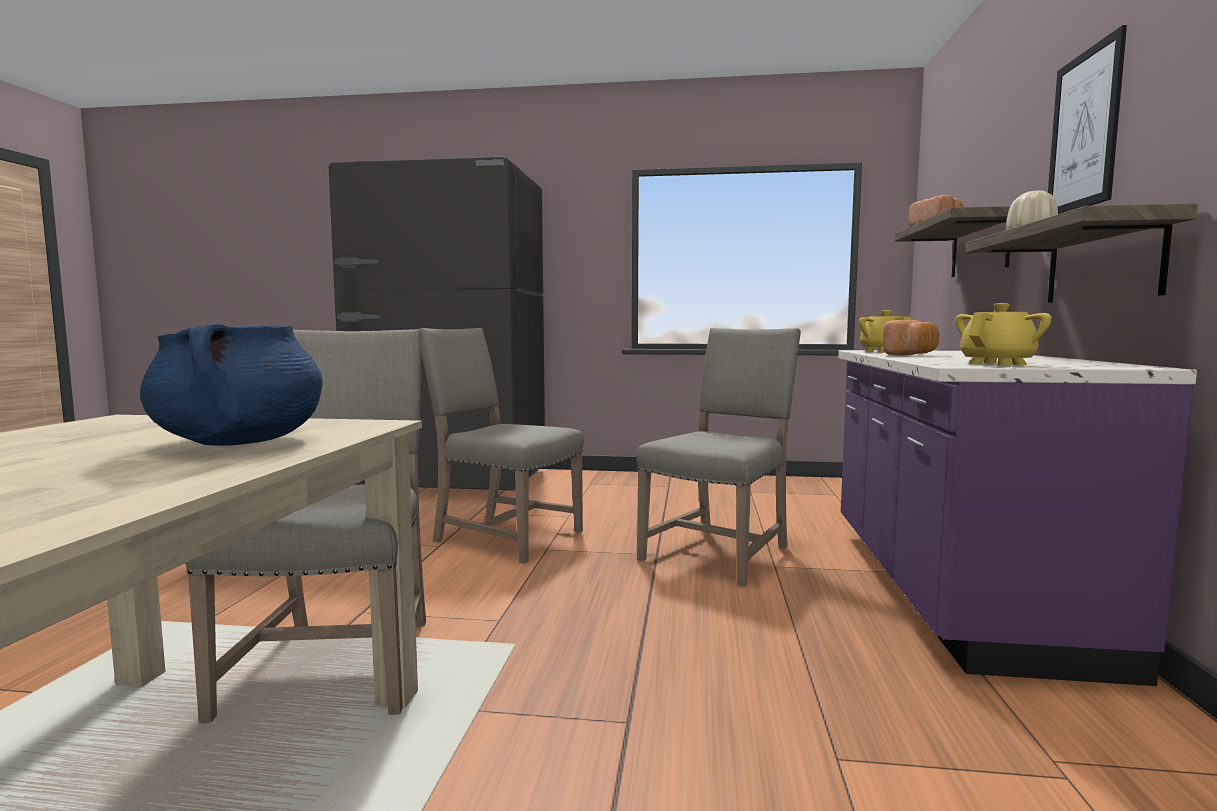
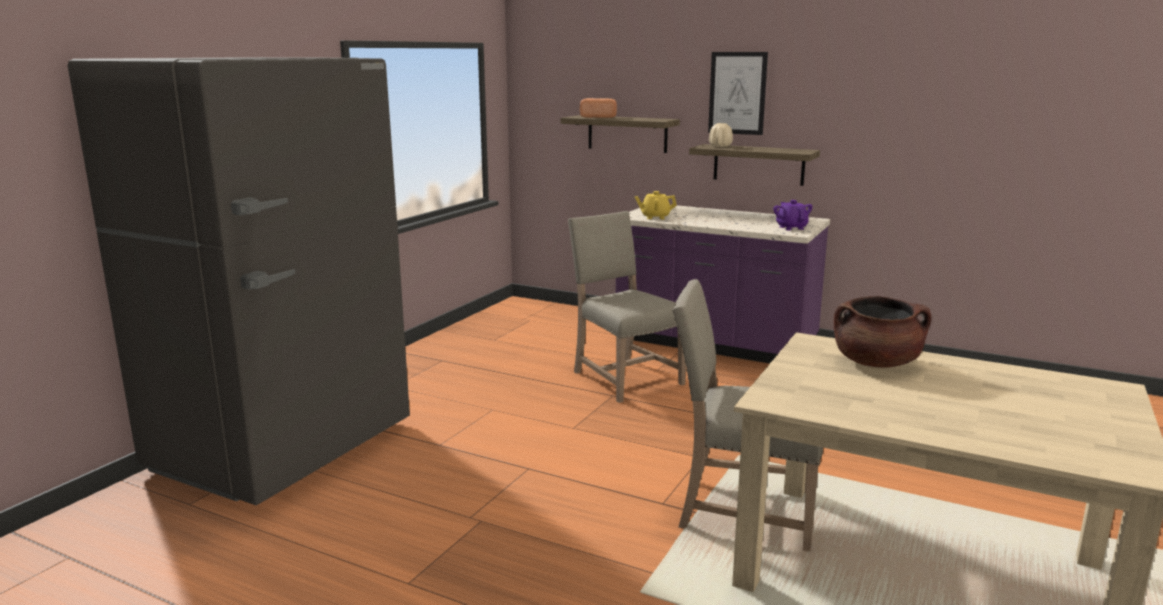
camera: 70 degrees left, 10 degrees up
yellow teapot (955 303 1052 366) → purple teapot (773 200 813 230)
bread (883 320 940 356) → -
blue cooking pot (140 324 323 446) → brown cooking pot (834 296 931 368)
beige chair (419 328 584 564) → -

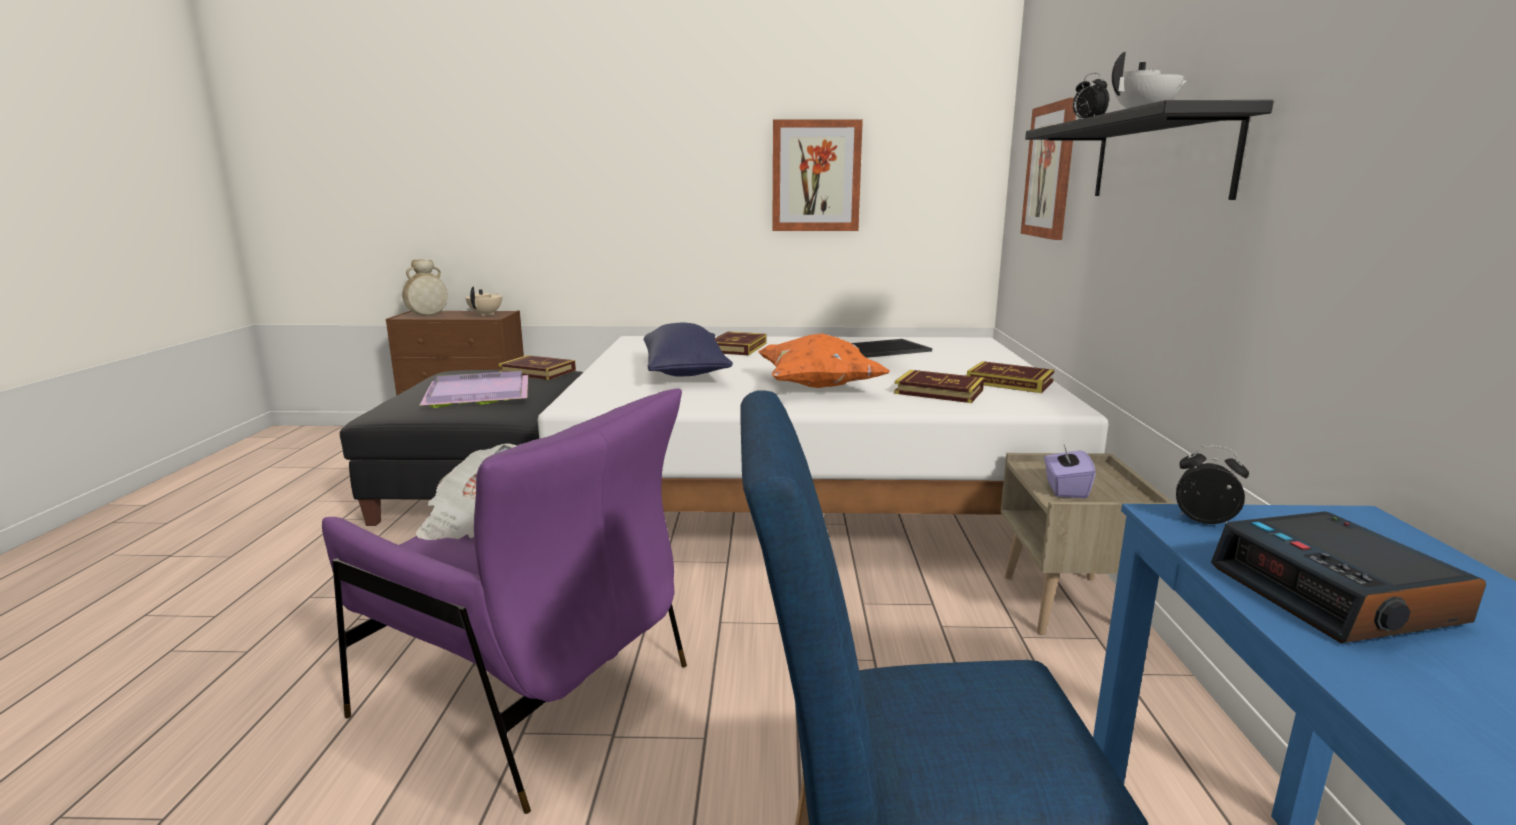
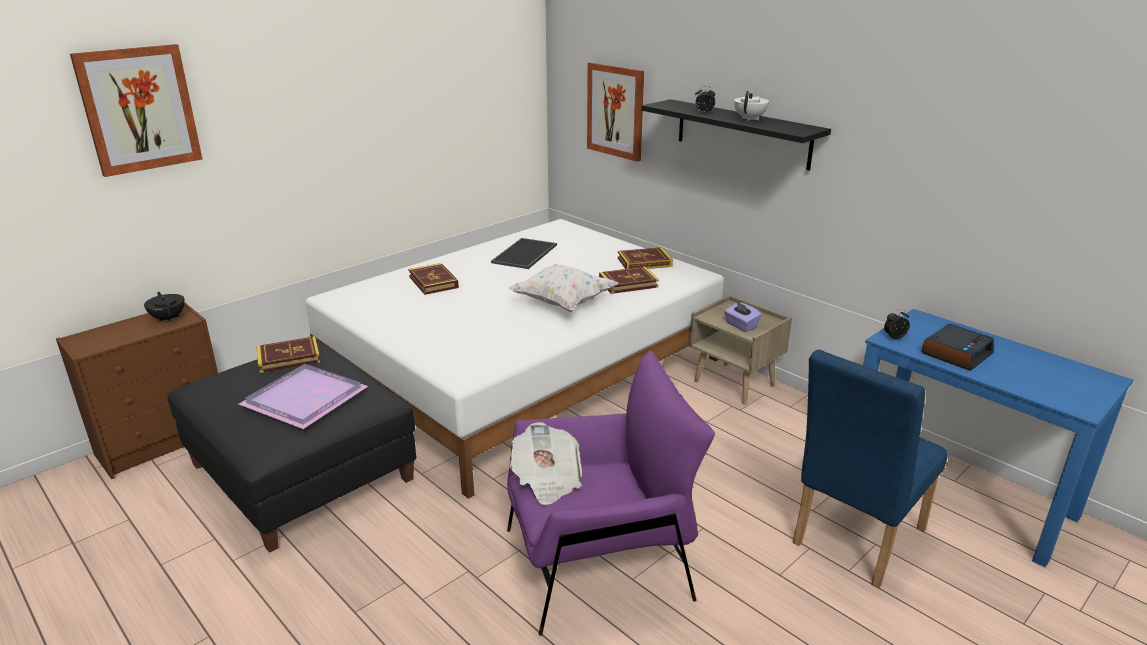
camera: 45 degrees left, 10 degrees up
picture (772 119 863 231) → picture (70 44 202 177), move
beige vase (402 259 448 316) → -
beige teapot (466 287 502 316) → black teapot (144 292 185 322)
blue pillow (644 323 733 376) → -
orange pillow (758 333 890 388) → white pillow (508 264 619 312)
alarm clock (1211 511 1486 643) → alarm clock (922 324 994 371), 75 degrees counterclockwise

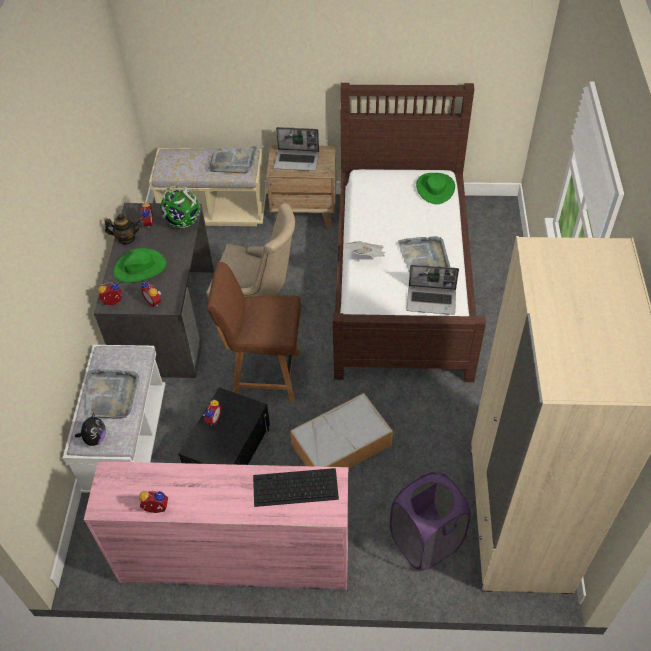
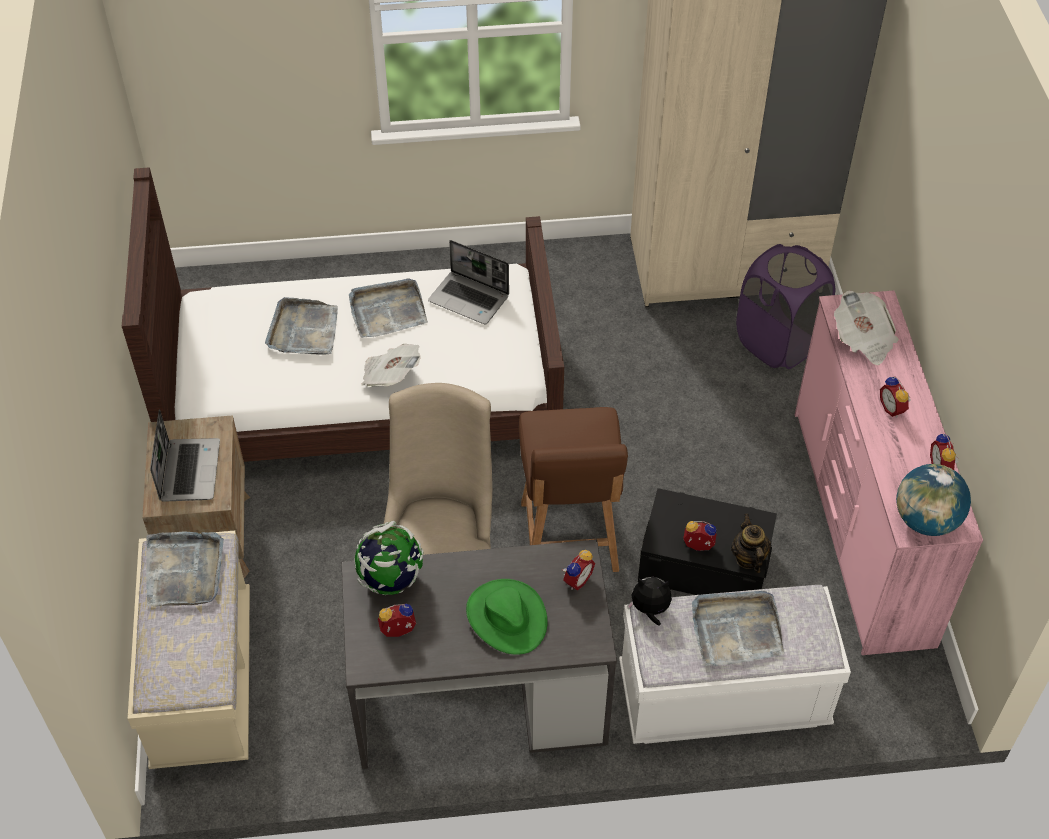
camera: 100 degrees left, 0 degrees up
green hat (416 173 455 204) → -
teapot (105 214 141 245) → teapot (731 514 771 573), move
laptop (407 265 459 315) → laptop (428 240 509 325), 120 degrees clockwise
alarm clock (98 283 122 305) → alarm clock (880 376 910 417), move
storage box (290 393 393 468) → -
plush toy (75 413 106 446) → plush toy (627 577 672 626), move
keyboard (253 468 339 507) → newspaper (834 290 899 365)
- → grey tray (265 297 338 355)
- → globe (896 464 971 536)

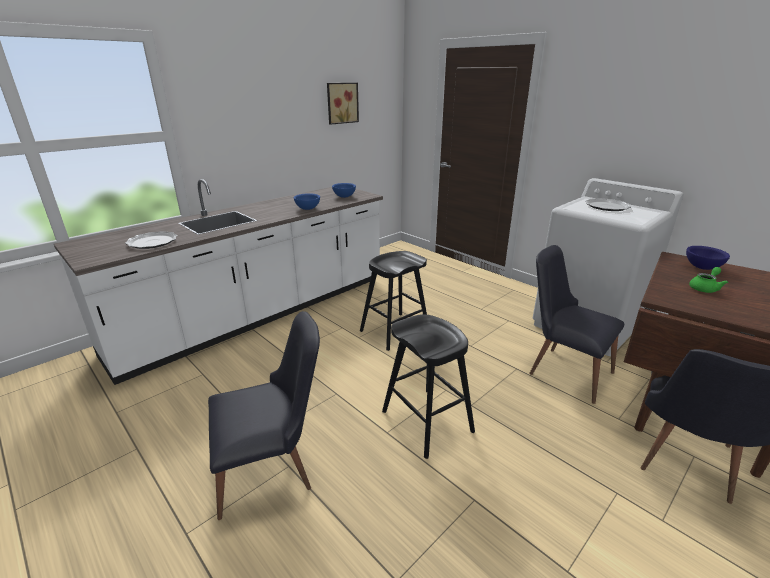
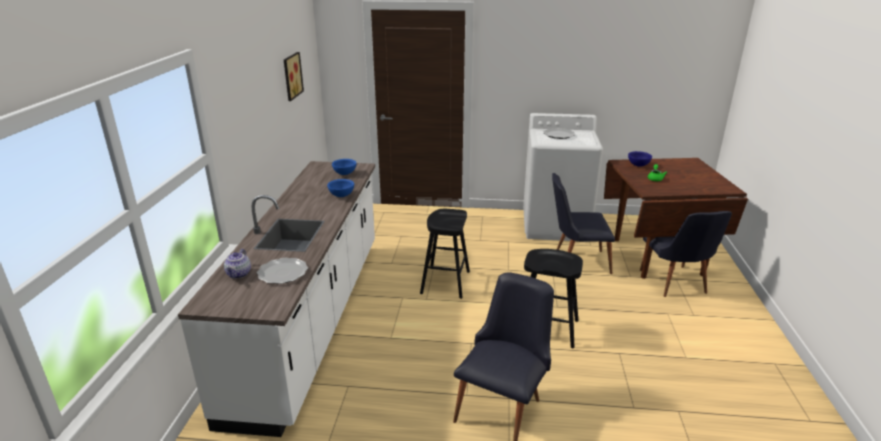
camera: 40 degrees left, 0 degrees up
- → teapot (224 249 251 279)

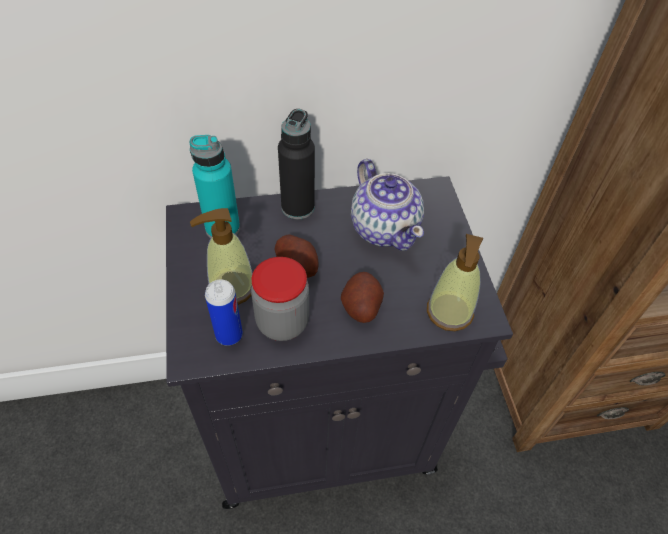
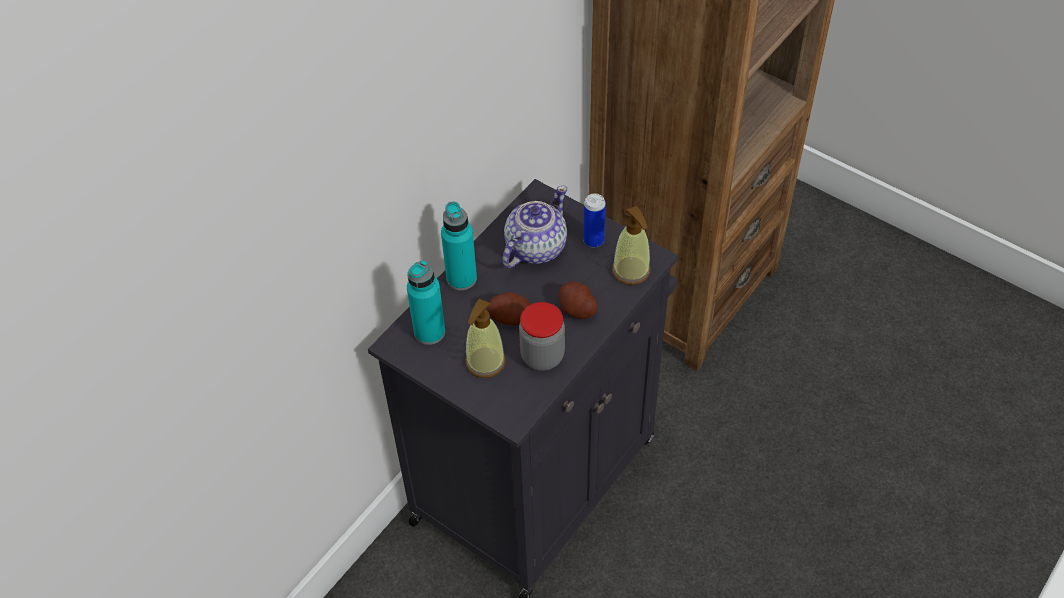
camera: 40 degrees left, 0 degrees up
black bottle (278 109 315 219) → turquoise bottle (441 202 477 290)
teapot (351 159 424 251) → teapot (502 186 567 268), 75 degrees counterclockwise
can (205 279 243 346) → can (583 193 606 248), move

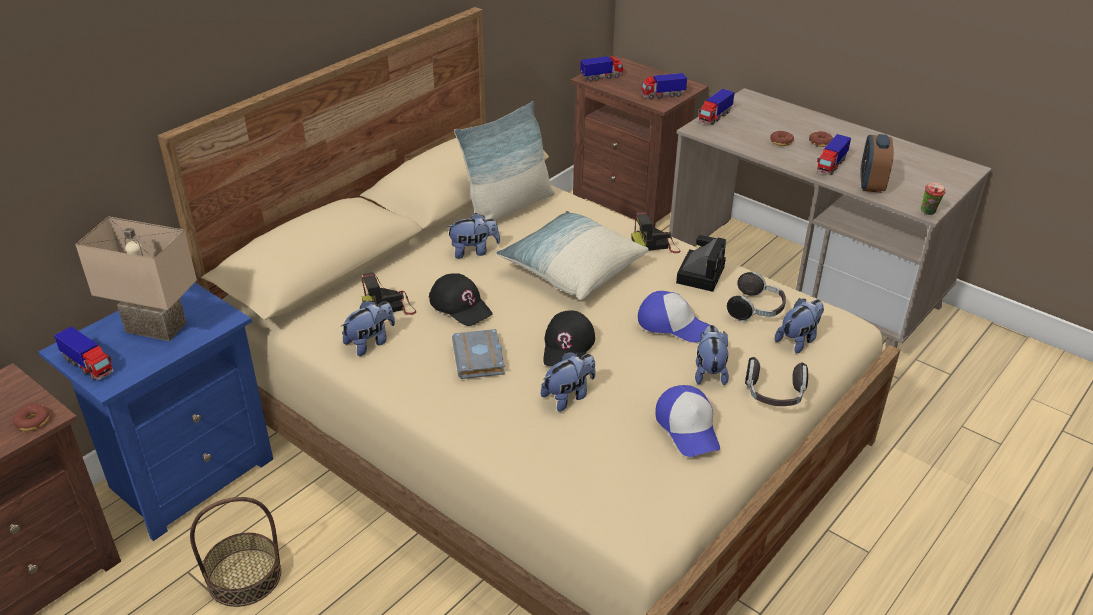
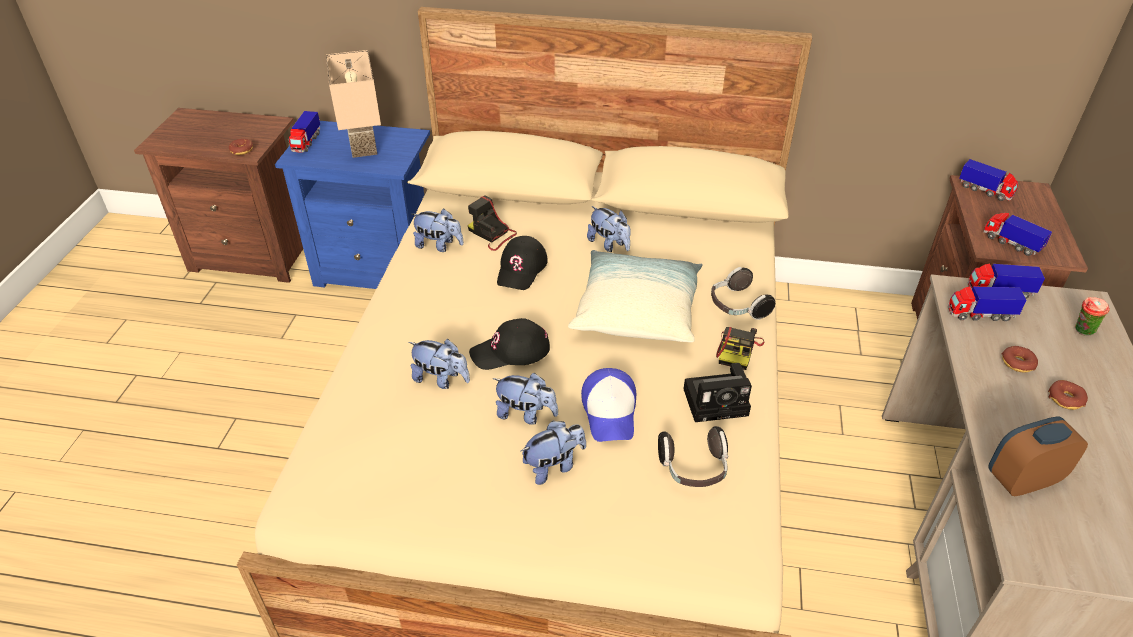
camera: 60 degrees right, 5 degrees up
pillow (454 101 555 221) → -
toy truck (817 134 851 175) → toy truck (948 286 1027 321), move
cup (921 182 945 215) → cup (1075 297 1110 336), move
photo camera (631 212 681 253) → photo camera (716 327 765 370), 120 degrees counterclockwise
plush toy (775 298 824 354) → plush toy (492 373 558 425), move
grey book (452 329 505 379) → -
headphones (745 357 808 406) → headphones (711 267 775 320), move
cap (655 385 720 457) → -
basket (190 497 281 607) → -

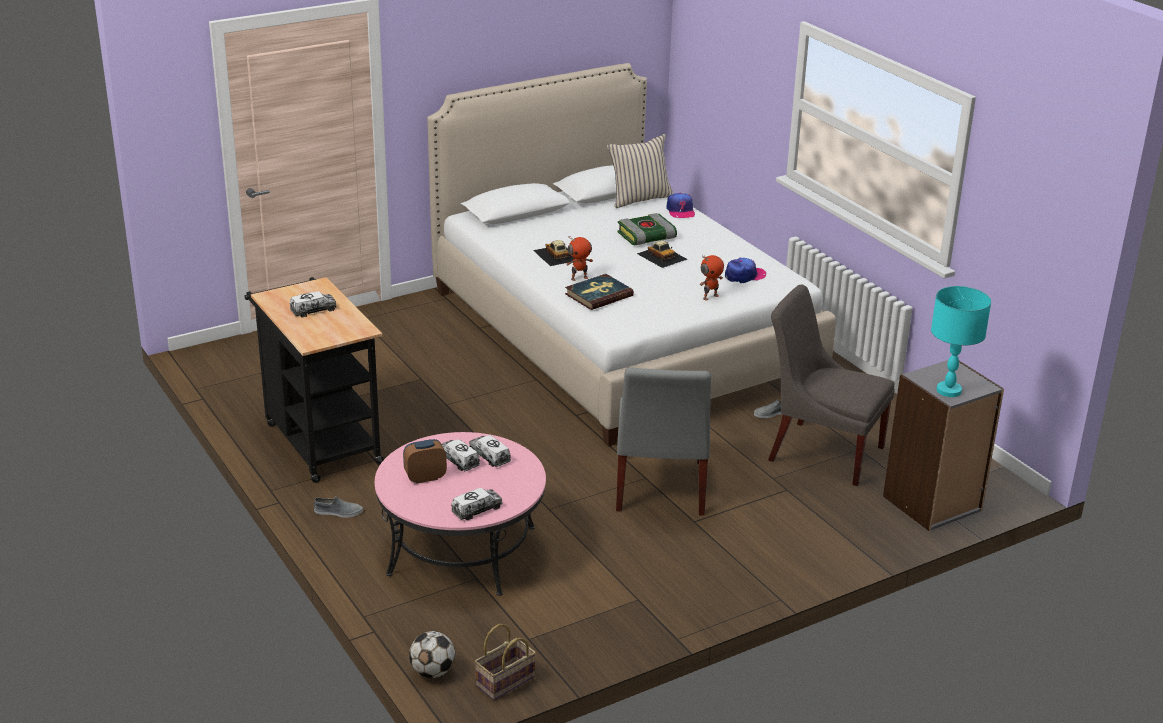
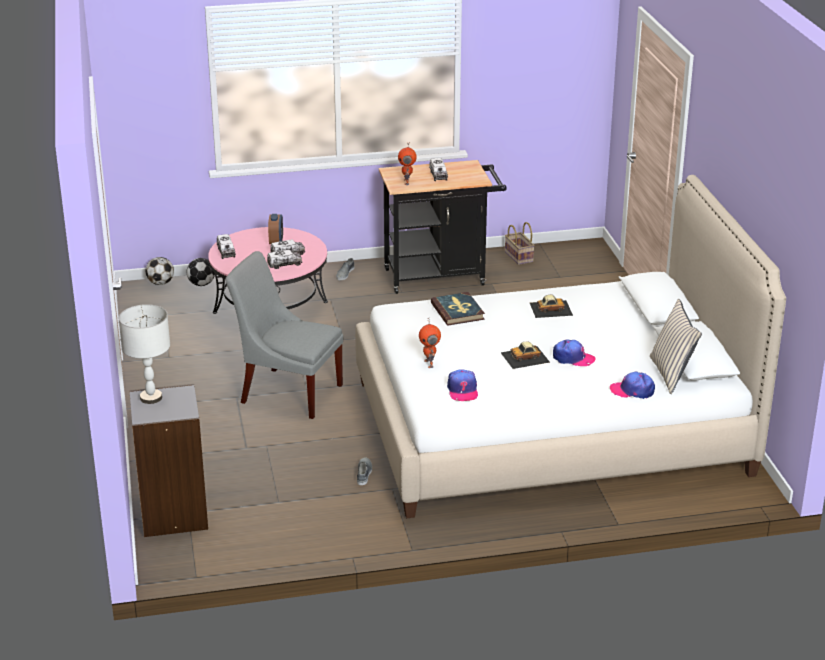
camera: 110 degrees right, 0 degrees up
book (617 213 677 245) → cap (553 339 596 366)
toy robot (566 235 593 281) → toy robot (398 142 417 185), move
grey chair (768 285 895 486) → -
turquoise table lamp (931 286 991 397) → grey table lamp (119 304 170 404)
basket (475 624 536 700) → basket (505 222 535 265), move
- → football (187 258 215 286)

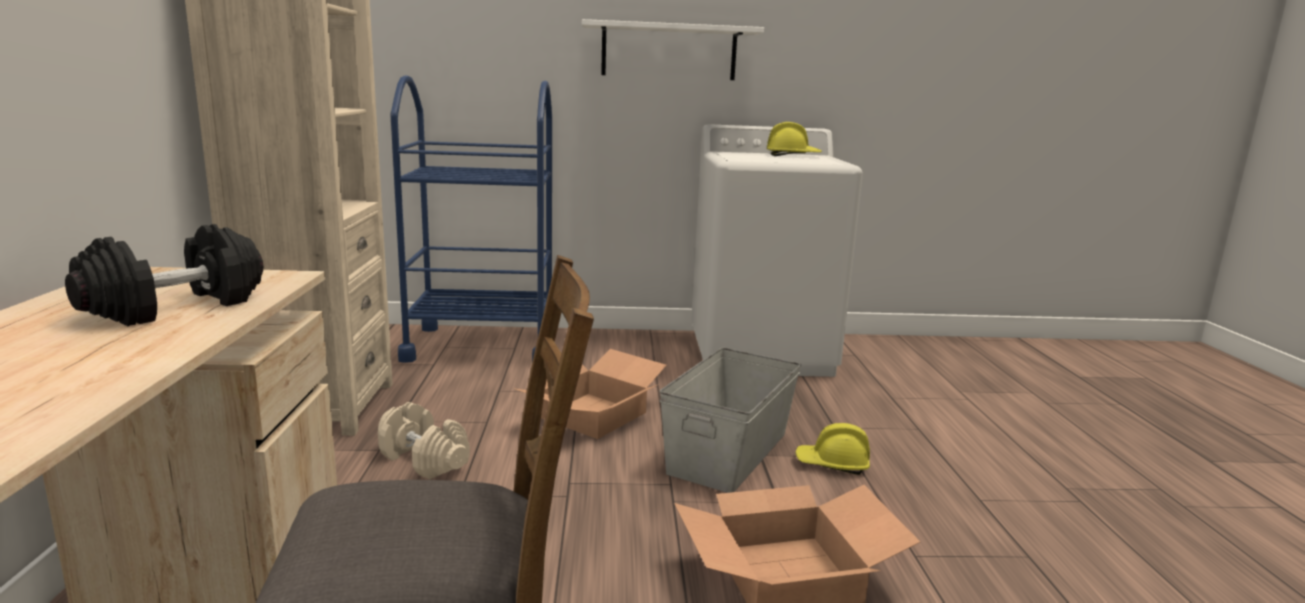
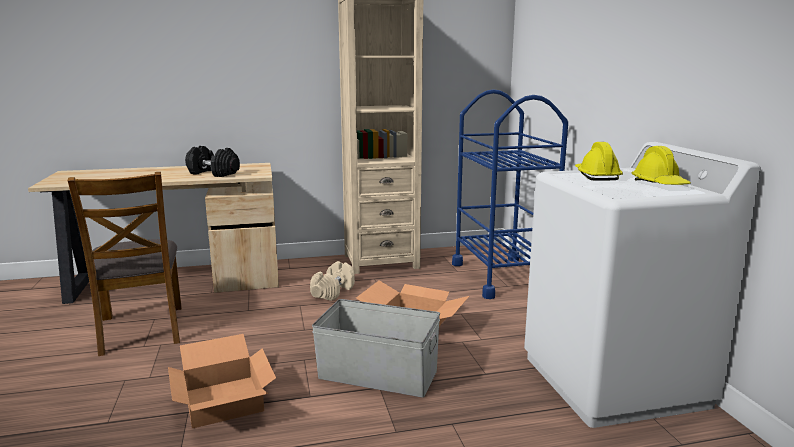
camera: 80 degrees right, 0 degrees up
white shelf (582 19 764 80) → -
yellow hard hat (795 423 870 475) → yellow hard hat (575 142 623 181), move

